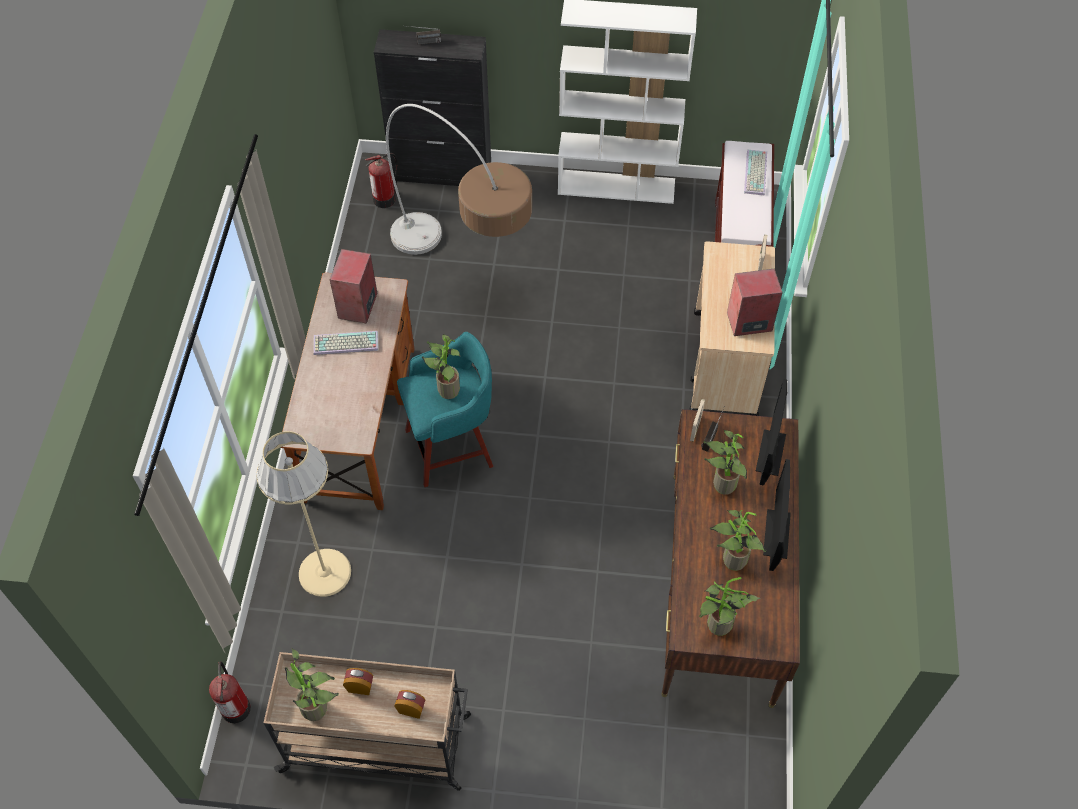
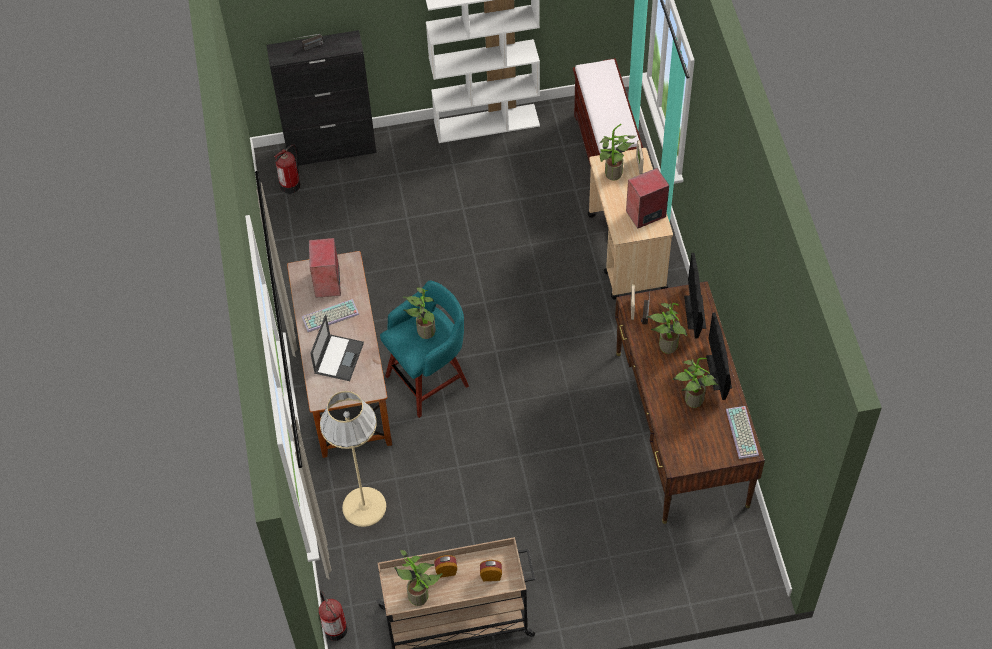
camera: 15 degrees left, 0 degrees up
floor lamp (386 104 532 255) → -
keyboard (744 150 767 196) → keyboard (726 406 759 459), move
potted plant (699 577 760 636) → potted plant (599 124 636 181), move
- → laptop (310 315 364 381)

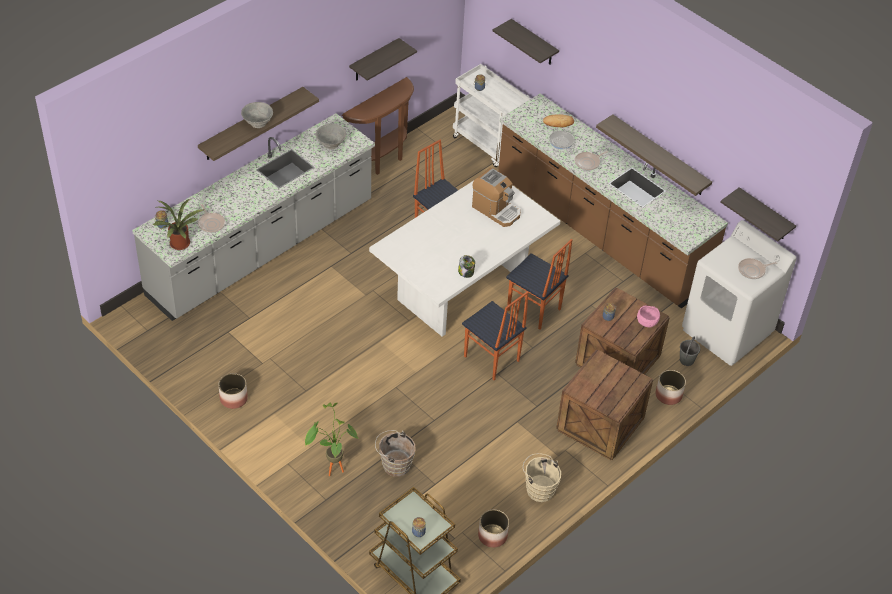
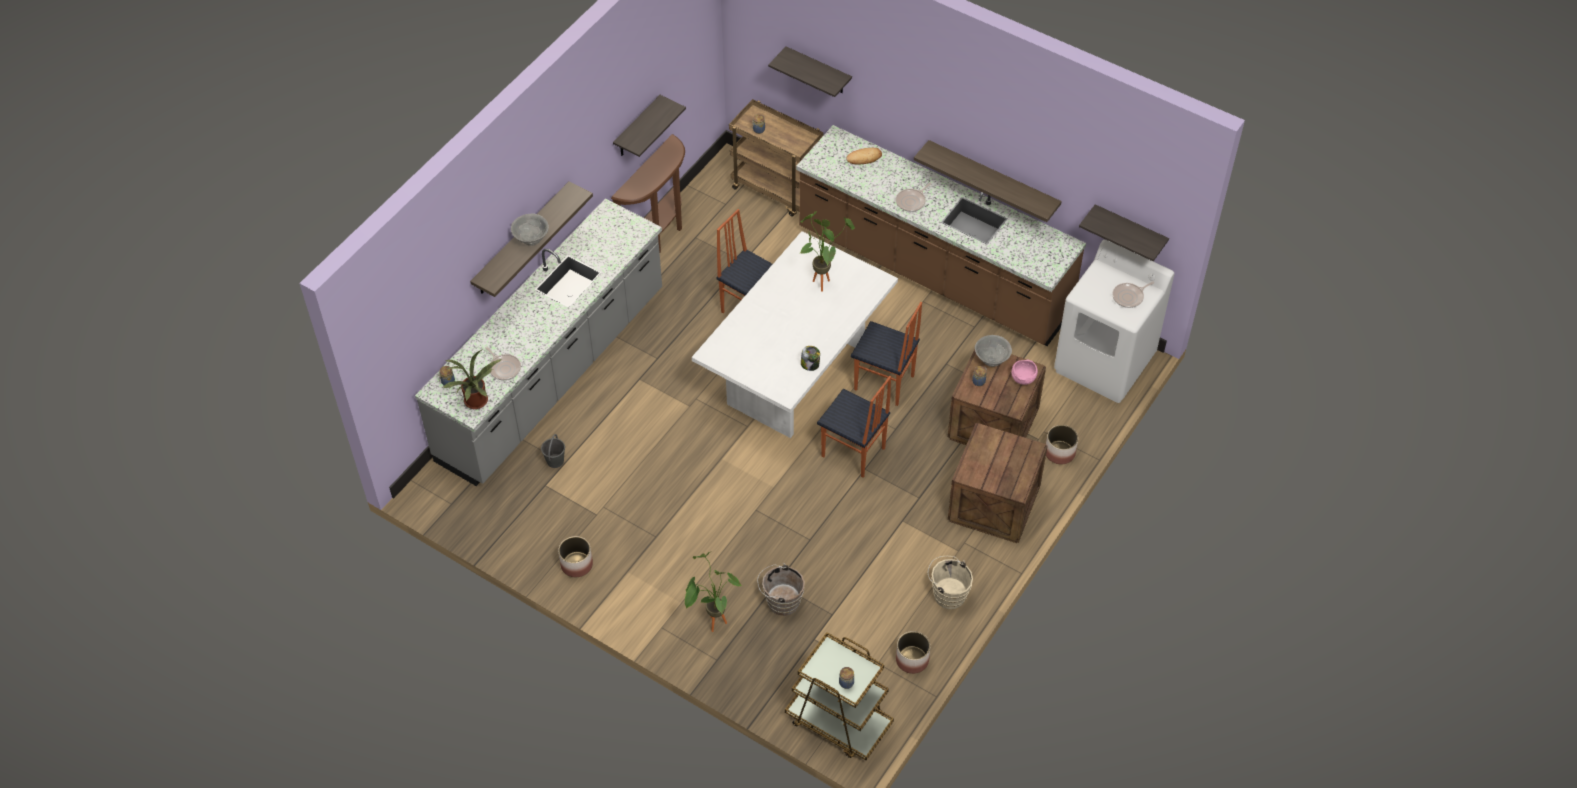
camera: 10 degrees left, 5 degrees up
white cart (453 64 531 167) → brown cart (729 99 823 216)
grey bowl (316 124 346 149) → grey bowl (975 335 1012 367), move
frying pan (549 131 574 156) → -
coffee machine (472 168 520 227) → potted plant (800 211 855 292)
grey bucket (680 336 700 366) → grey bucket (541 434 565 468), move

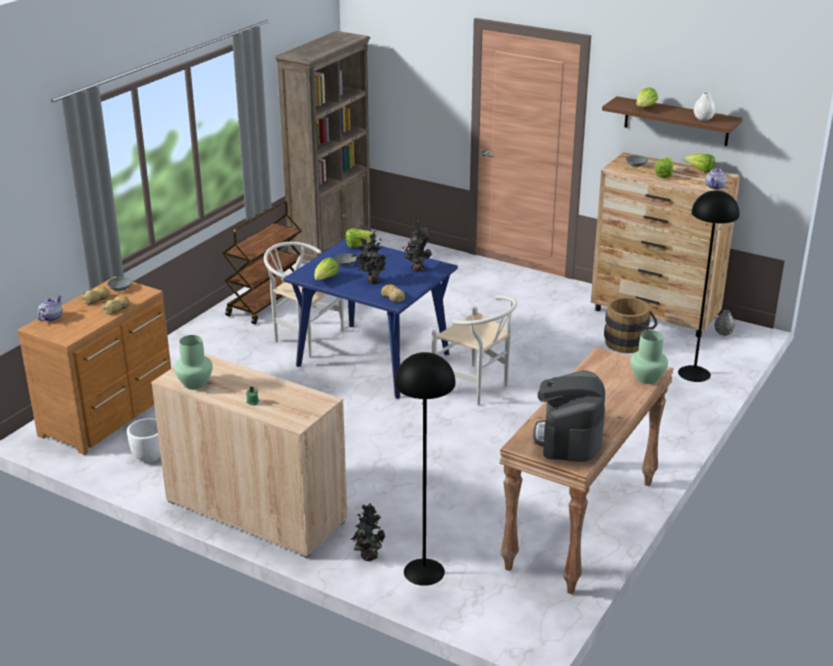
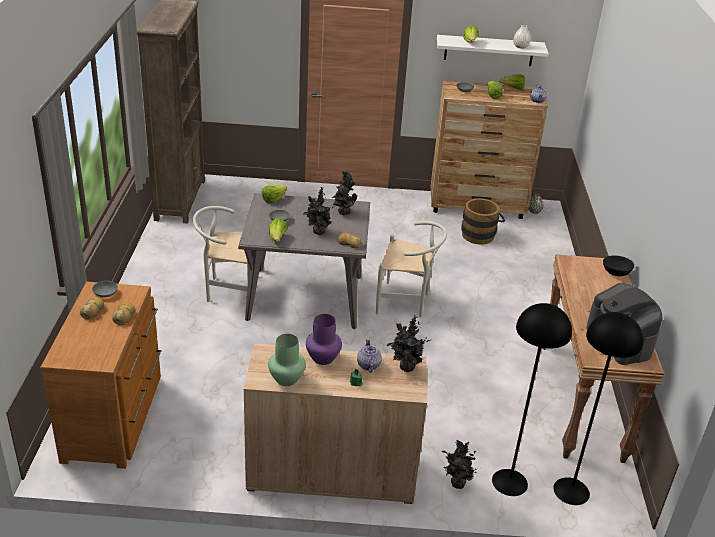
camera: 30 degrees left, 5 degrees up
brown shelf (602 96 743 146) → white shelf (437 35 549 66)
black floor lamp (678 190 739 382) → black floor lamp (553 312 644 505), move
brown cart (222 201 302 324) → -
blue dining table (283 238 458 399) → grey dining table (238 193 370 329)
teapot (38 295 63 322) → teapot (357 339 382 373), move
green vase (630 330 668 384) → black bowl (603 256 634 276)
white planter (127 418 161 462) → -
- → purple vase (306 314 342 365)
- → potted plant (387 315 430 372)

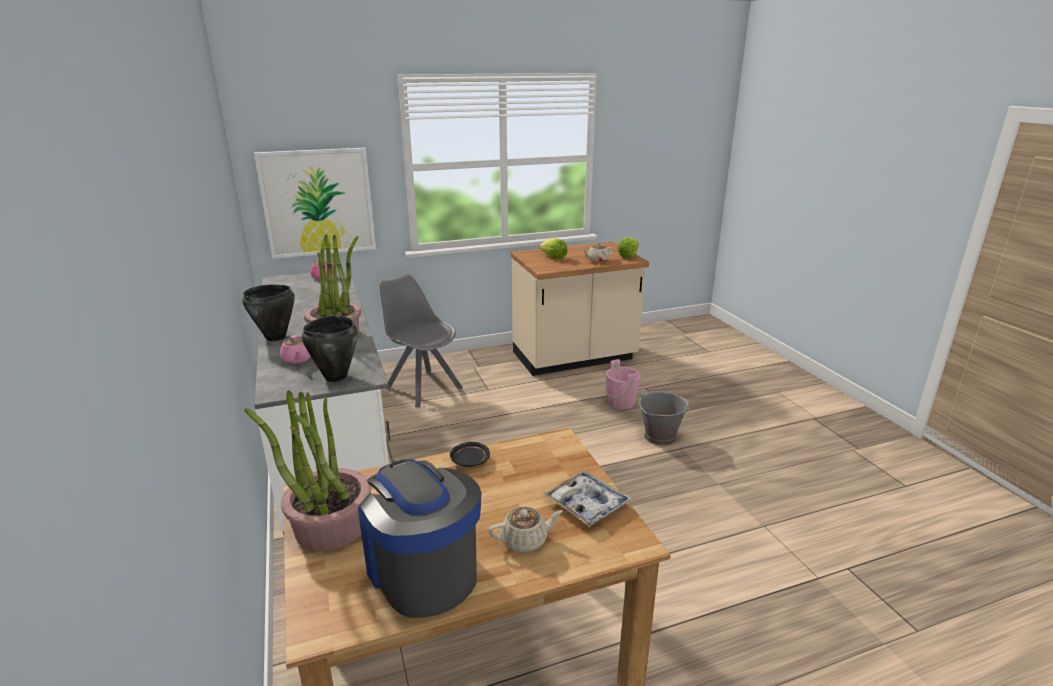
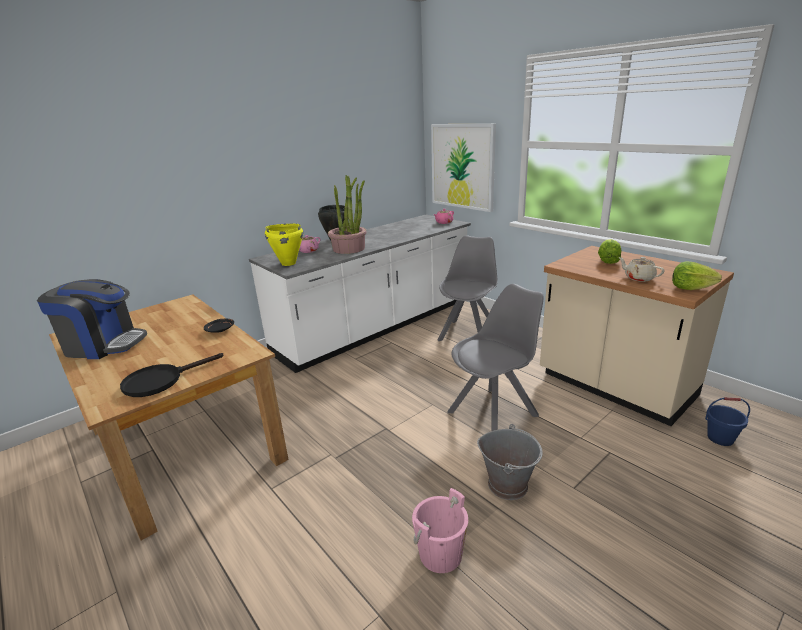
camera: 70 degrees right, 0 degrees up
black cooking pot (302 315 358 382) → yellow cooking pot (265 224 303 266)
pink bucket (605 359 641 409) → pink bucket (412 488 468 573), move
potted plant (244 390 371 551) → -
coffee machine (358 459 482 618) → coffee machine (37 279 147 359), 60 degrees clockwise
tray (543 471 633 527) → black frying pan (120 353 224 397)
beige teapot (488 507 563 553) → -
- → grey chair (447 284 543 431)
- → blue bucket (705 397 750 446)

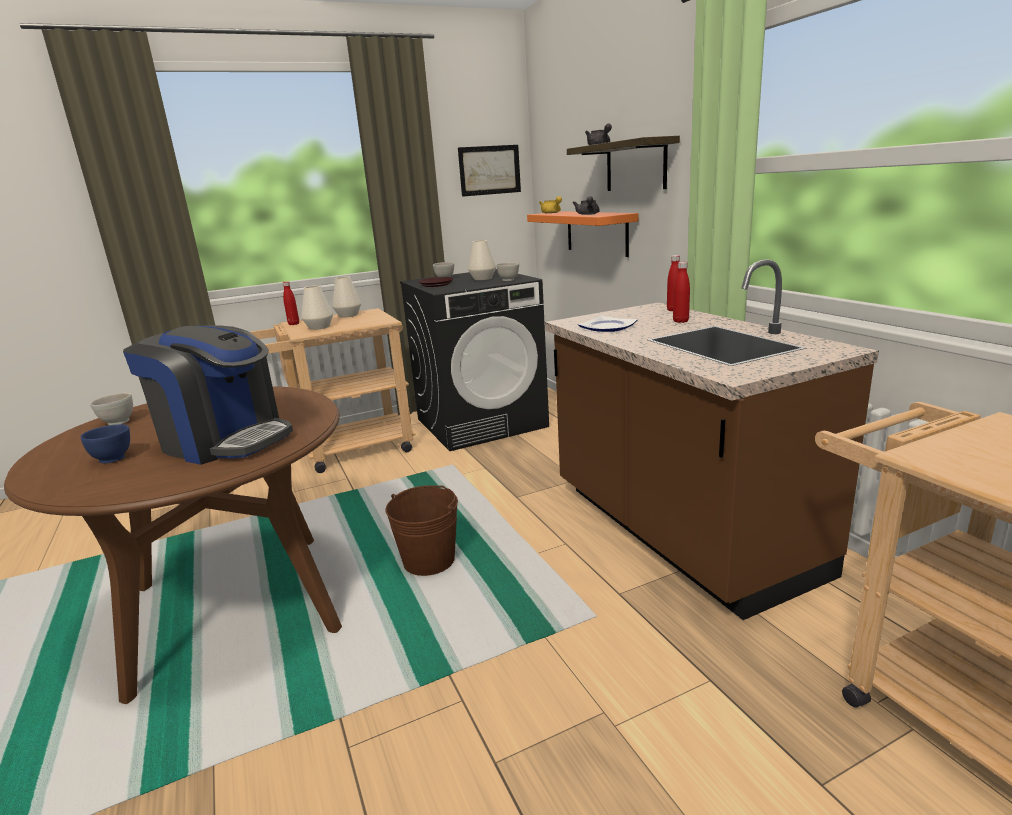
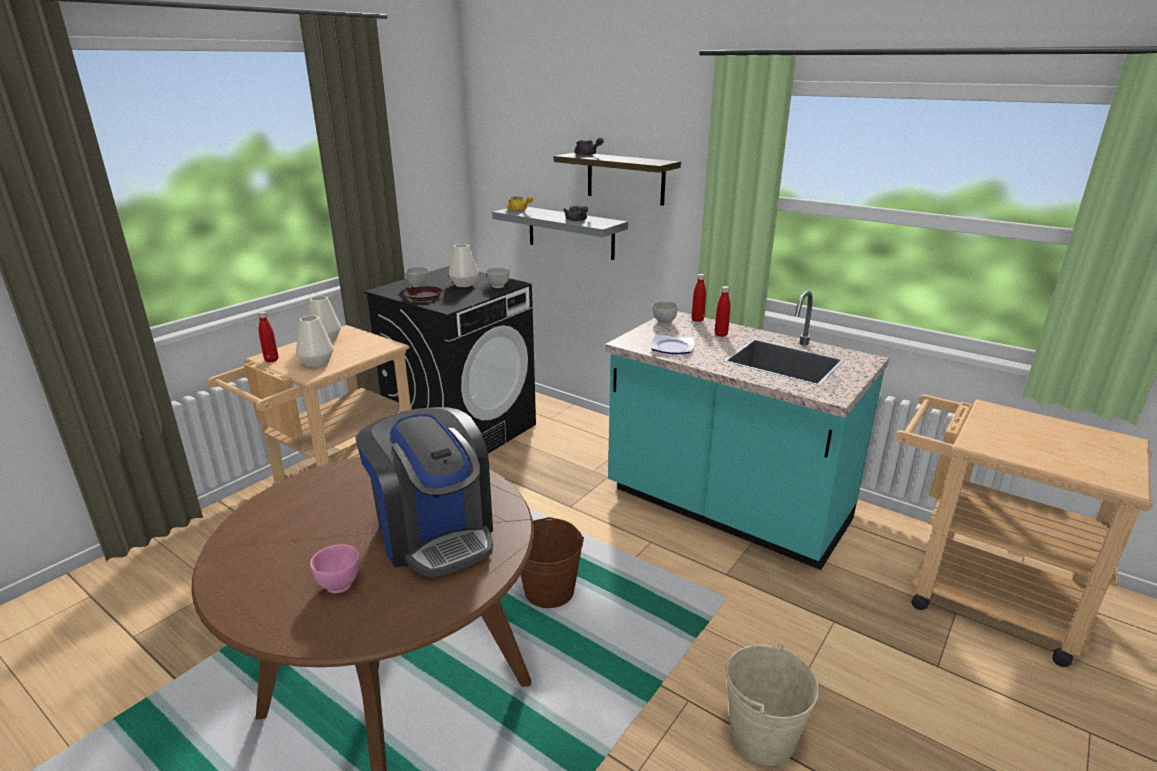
camera: 30 degrees left, 5 degrees up
picture (458 145 521 197) → -
orange shelf (527 211 638 257) → grey shelf (492 207 628 260)
brown counter (545 259 879 620) → turquoise counter (605 291 889 570)
coffee machine (123 325 293 465) → coffee machine (356 407 493 578), 60 degrees clockwise
white bowl (90 393 133 425) → white bowl (652 301 678 325), move
blue bowl (81 424 130 463) → pink bowl (310 544 359 593)
- → beige bucket (725 644 819 766)

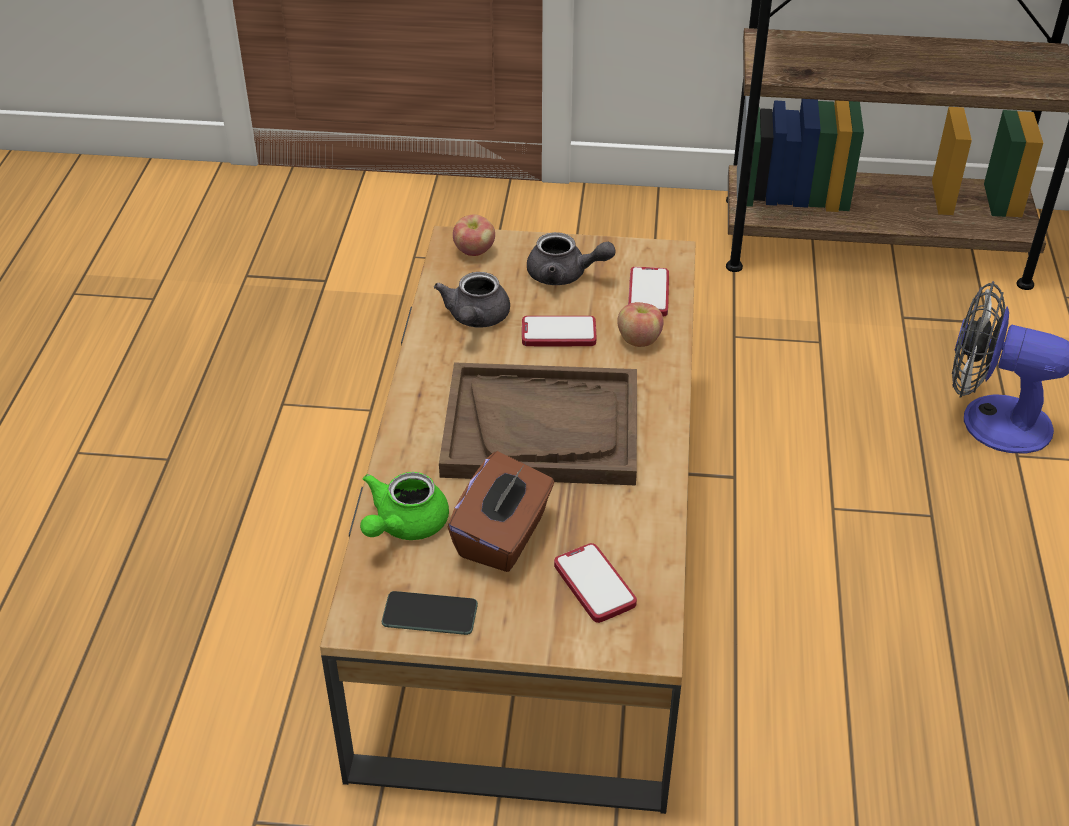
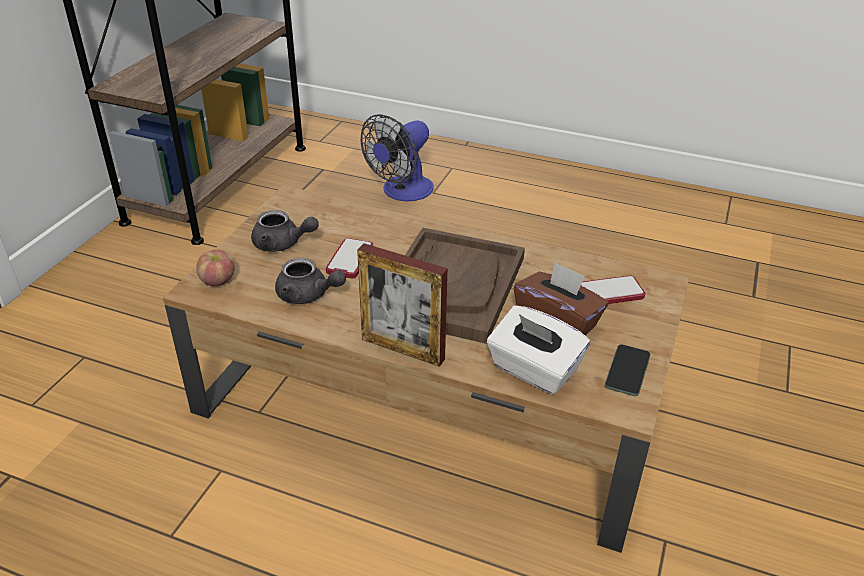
camera: 75 degrees left, 5 degrees down
grey teapot (527 232 616 285) → grey teapot (251 210 319 252), 75 degrees clockwise
phone (628 267 669 317) → -
apple (617 302 664 347) → -
green teapot (360 472 449 540) → white tissue box (487 305 590 394)
- → picture frame (357 243 448 367)

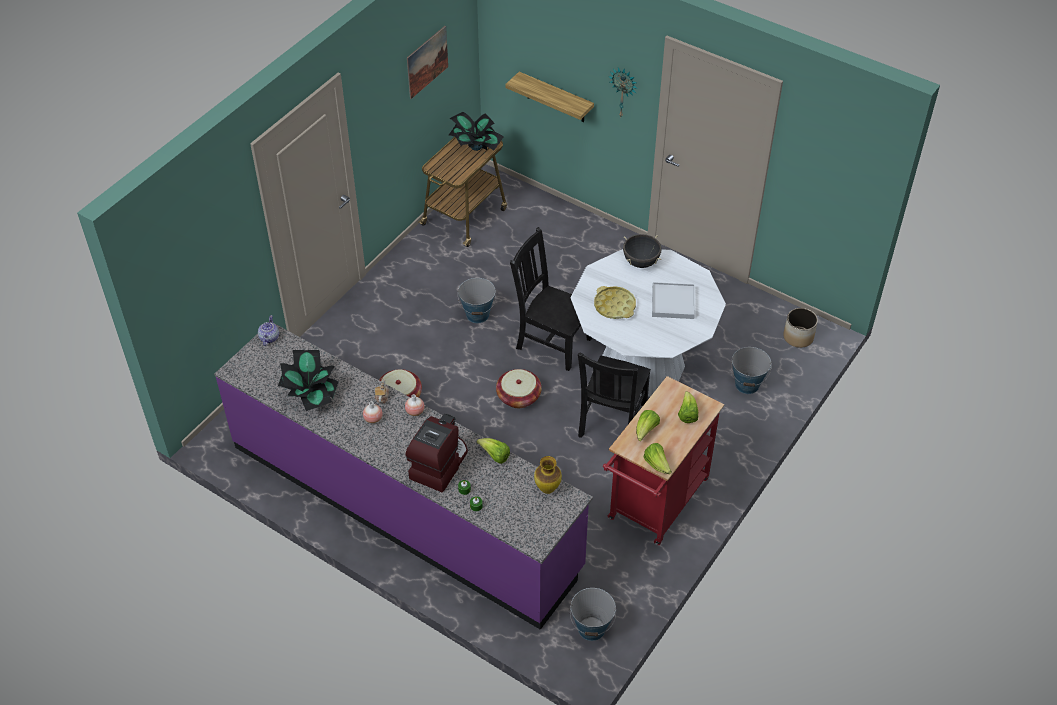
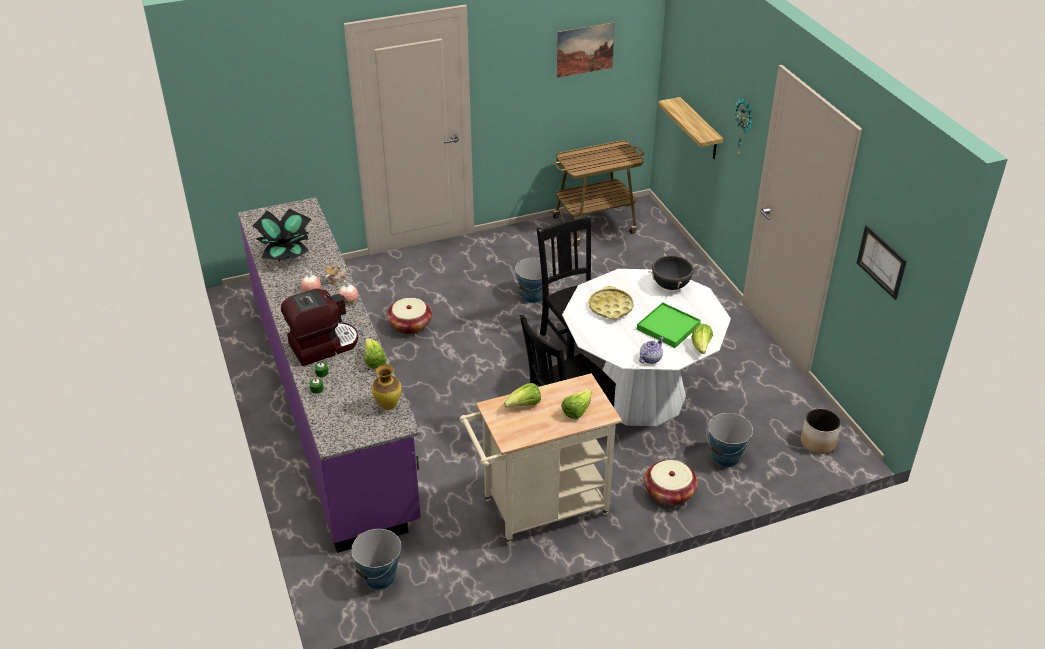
camera: 35 degrees right, 10 degrees down
potted plant (449 112 503 151) → -
white tray (652 282 695 319) → green tray (637 302 701 348)
teapot (258 315 279 346) → teapot (639 337 664 364), move
basket (496 369 542 408) → basket (644 460 698 505), move
red cart (603 376 724 545) → beige cart (460 373 622 544)
lettuce (644 443 672 474) → lettuce (691 323 713 354), move
- → picture (857 225 907 300)

